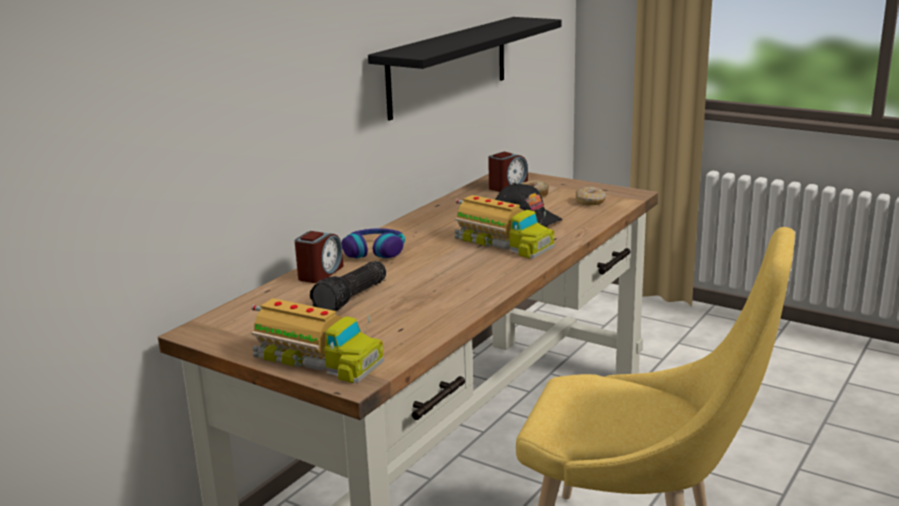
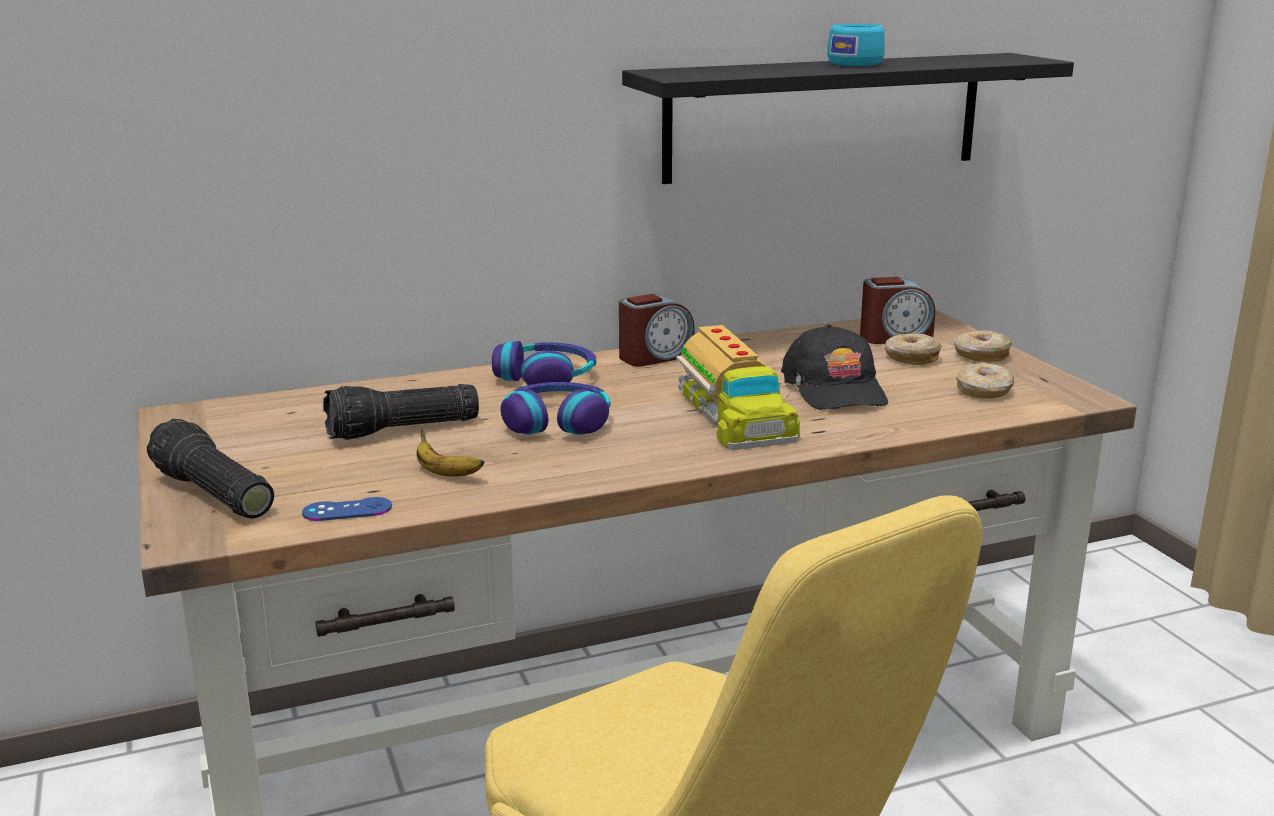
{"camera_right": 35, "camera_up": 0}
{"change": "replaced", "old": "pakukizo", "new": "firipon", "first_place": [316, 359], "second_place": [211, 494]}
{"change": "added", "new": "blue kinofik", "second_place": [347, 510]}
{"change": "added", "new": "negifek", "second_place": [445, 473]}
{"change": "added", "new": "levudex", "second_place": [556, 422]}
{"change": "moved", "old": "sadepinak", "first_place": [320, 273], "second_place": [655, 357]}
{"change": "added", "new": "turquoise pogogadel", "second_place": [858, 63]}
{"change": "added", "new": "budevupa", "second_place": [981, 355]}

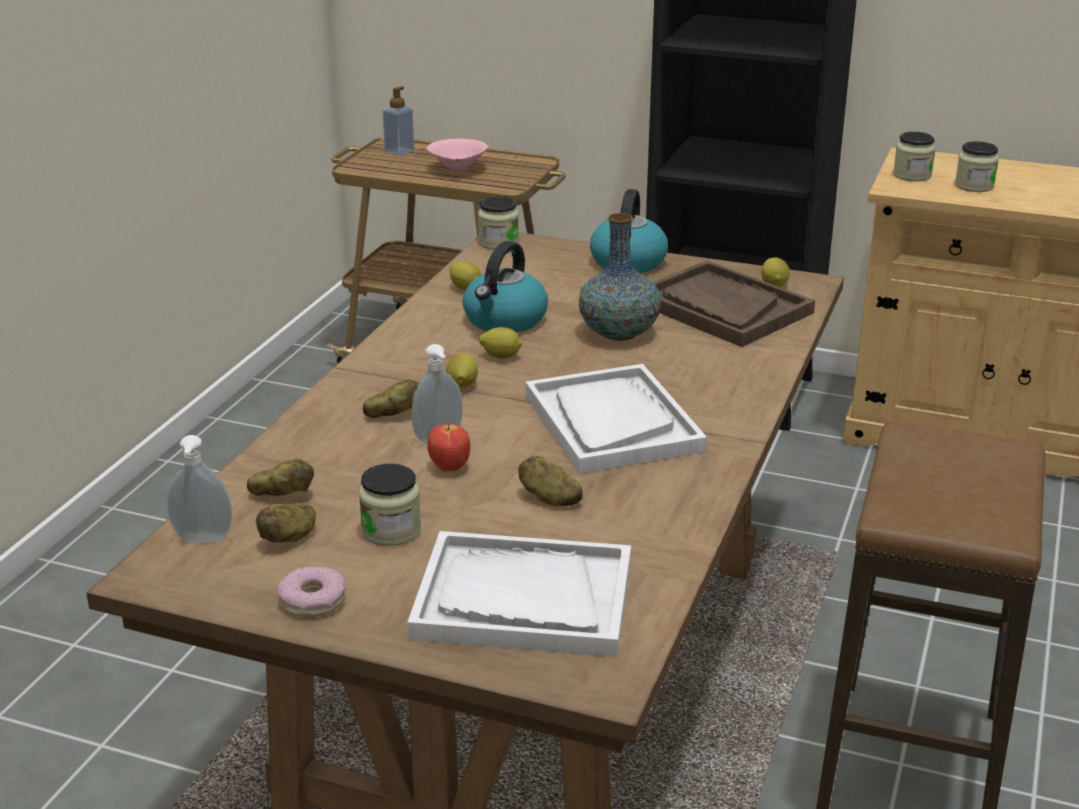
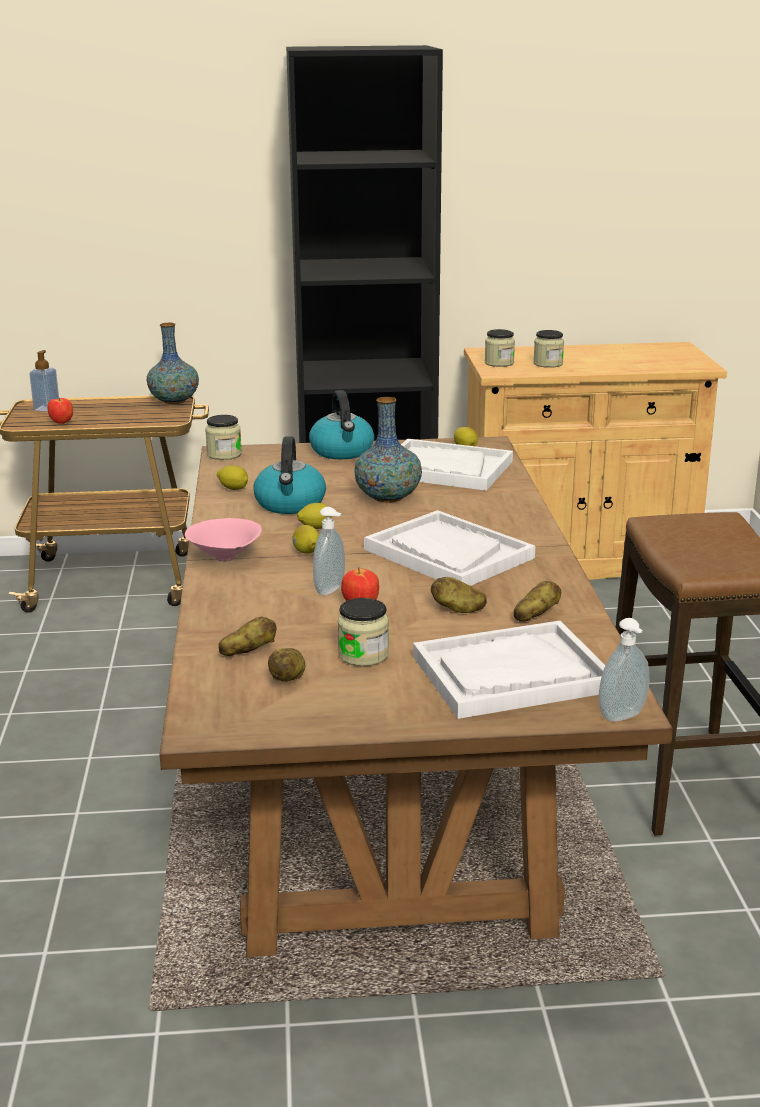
{"camera_right": -25, "camera_up": -5}
{"change": "added", "new": "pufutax", "second_place": [62, 423]}
{"change": "added", "new": "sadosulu", "second_place": [174, 401]}
{"change": "moved", "old": "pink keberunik", "first_place": [457, 170], "second_place": [225, 559]}
{"change": "recoloured", "old": "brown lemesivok", "new": "white lemesivok", "first_place": [722, 307], "second_place": [444, 469]}
{"change": "moved", "old": "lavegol", "first_place": [394, 415], "second_place": [535, 616]}
{"change": "moved", "old": "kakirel", "first_place": [202, 540], "second_place": [623, 717]}
{"change": "removed", "old": "budevupa", "first_place": [312, 600]}

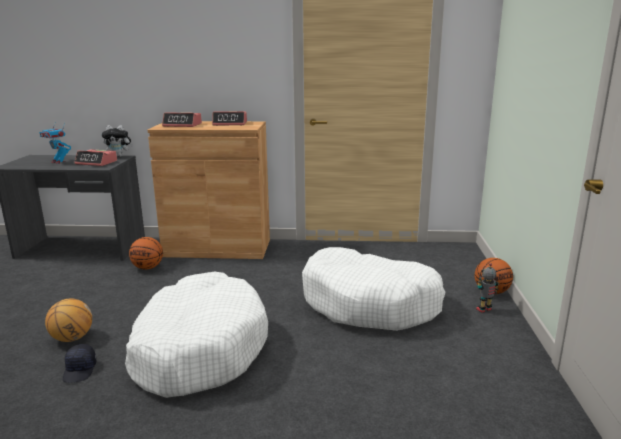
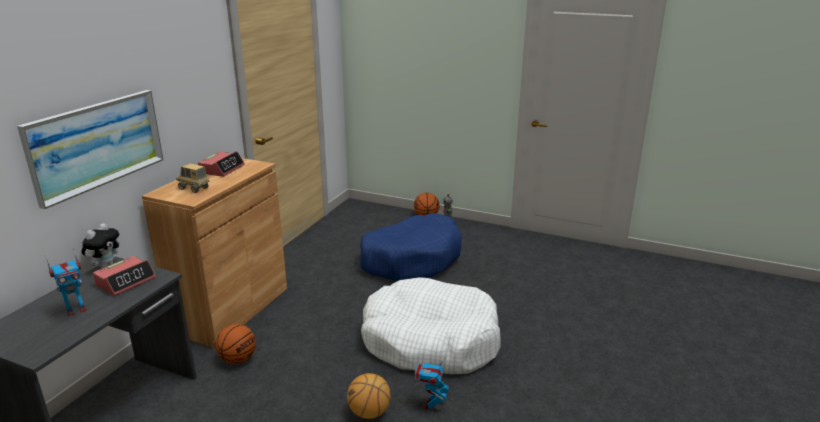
{"camera_right": -70, "camera_up": 5}
{"change": "added", "new": "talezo", "second_place": [96, 144]}
{"change": "replaced", "old": "sadepinak", "new": "pakukizo", "first_place": [182, 125], "second_place": [194, 189]}
{"change": "recoloured", "old": "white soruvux", "new": "blue soruvux", "first_place": [370, 304], "second_place": [411, 259]}
{"change": "replaced", "old": "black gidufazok", "new": "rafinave", "first_place": [80, 370], "second_place": [431, 405]}

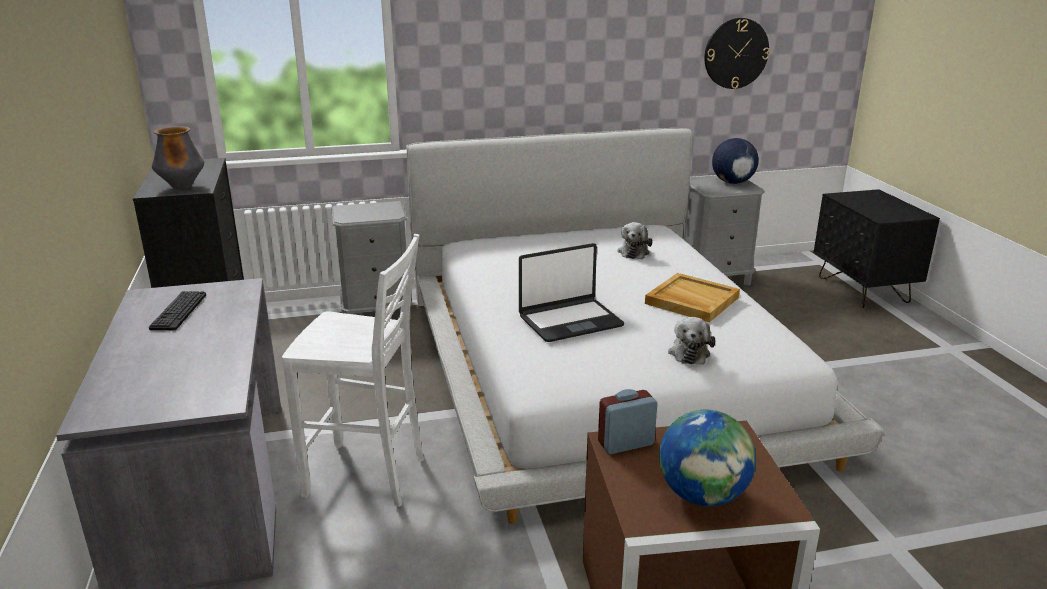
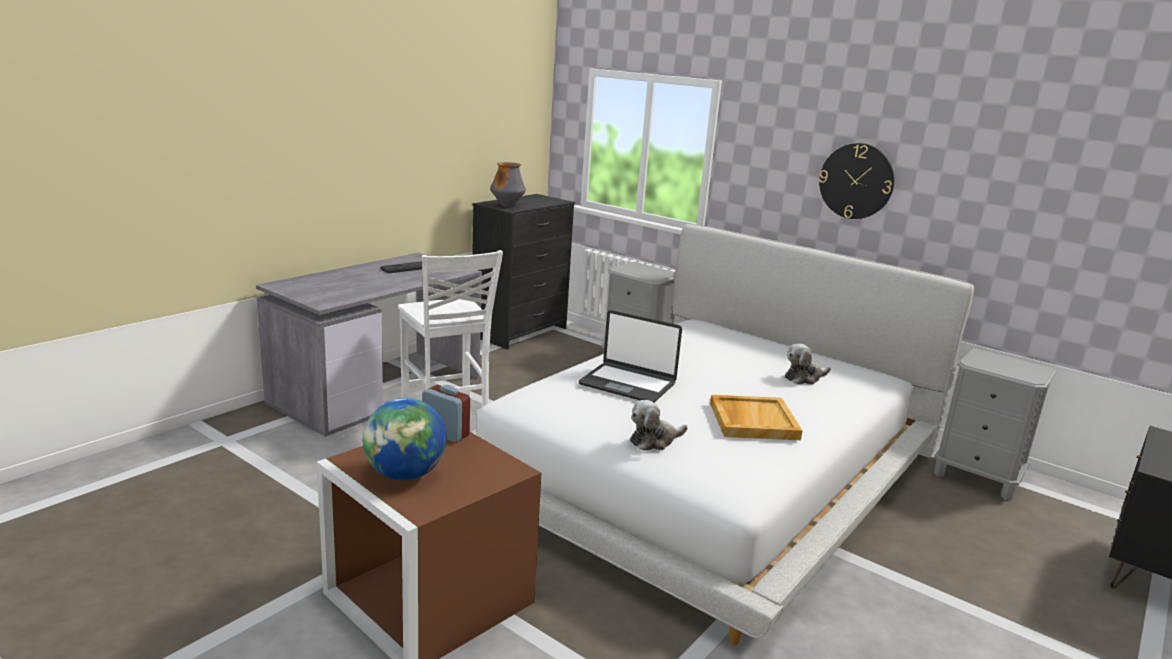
{"camera_right": 50, "camera_up": -5}
{"change": "moved", "old": "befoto", "first_place": [736, 53], "second_place": [856, 181]}
{"change": "removed", "old": "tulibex", "first_place": [732, 182]}

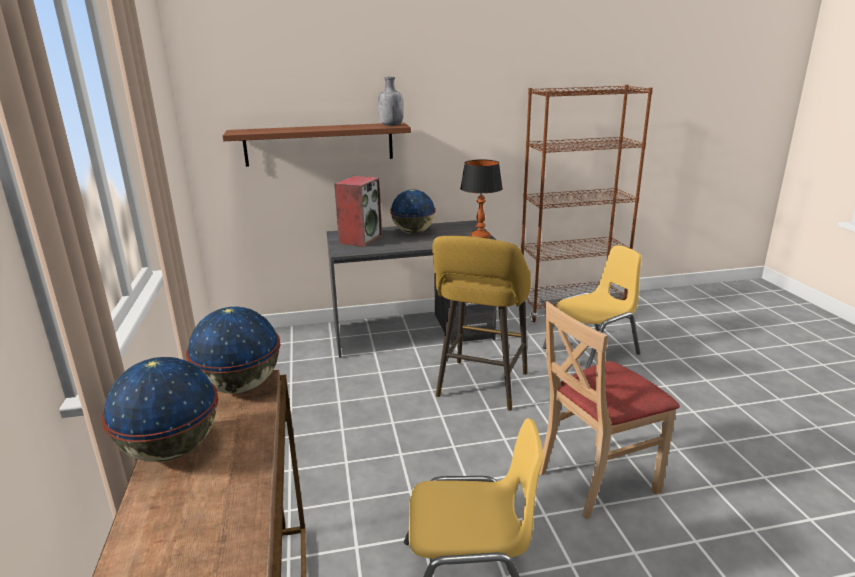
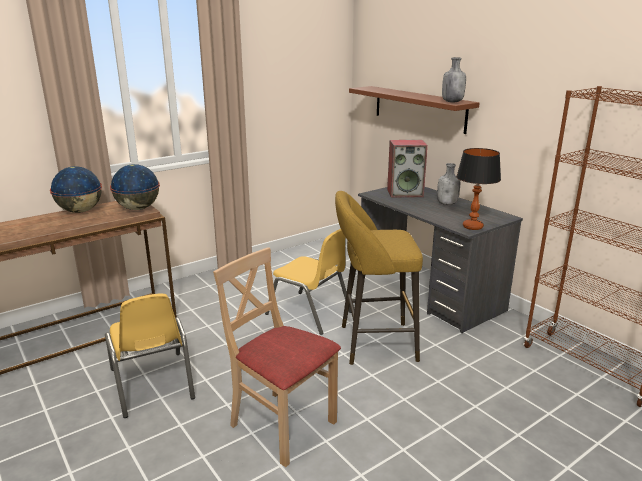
{"camera_right": 65, "camera_up": 0}
{"change": "moved", "old": "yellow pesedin", "first_place": [592, 351], "second_place": [309, 313]}
{"change": "replaced", "old": "tulibex", "new": "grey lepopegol", "first_place": [413, 232], "second_place": [447, 204]}

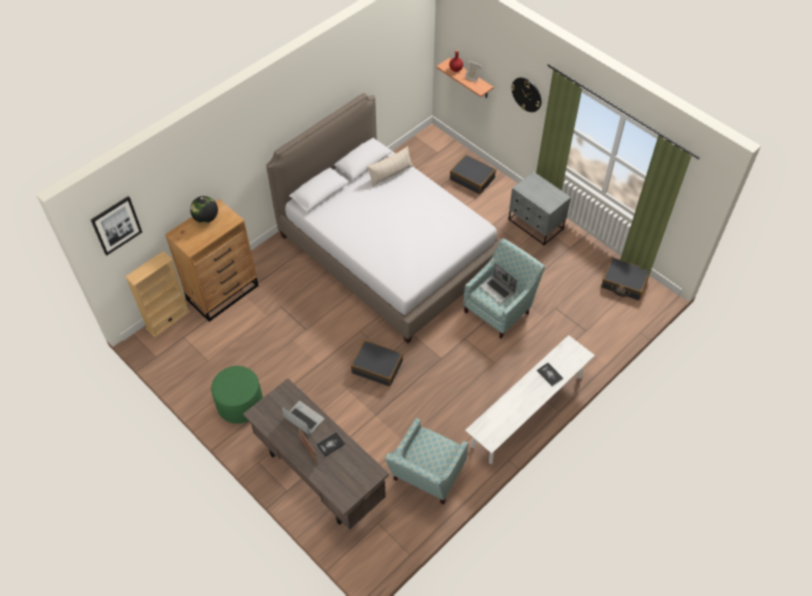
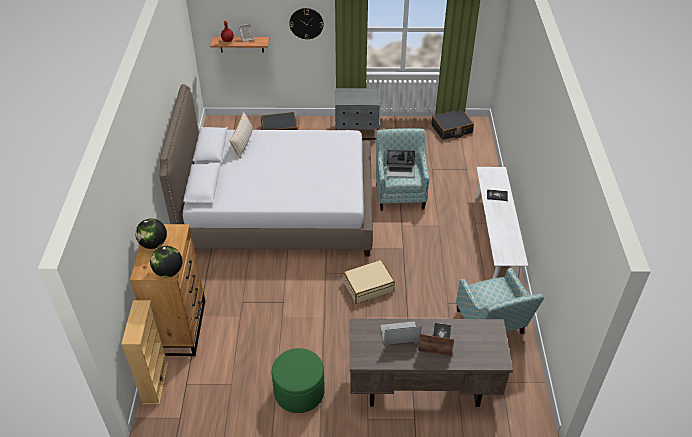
{"camera_right": -45, "camera_up": -10}
{"change": "added", "new": "tulibex", "second_place": [168, 272]}
{"change": "recoloured", "old": "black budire", "new": "beige budire", "first_place": [377, 367], "second_place": [368, 286]}
{"change": "removed", "old": "talezo", "first_place": [116, 225]}

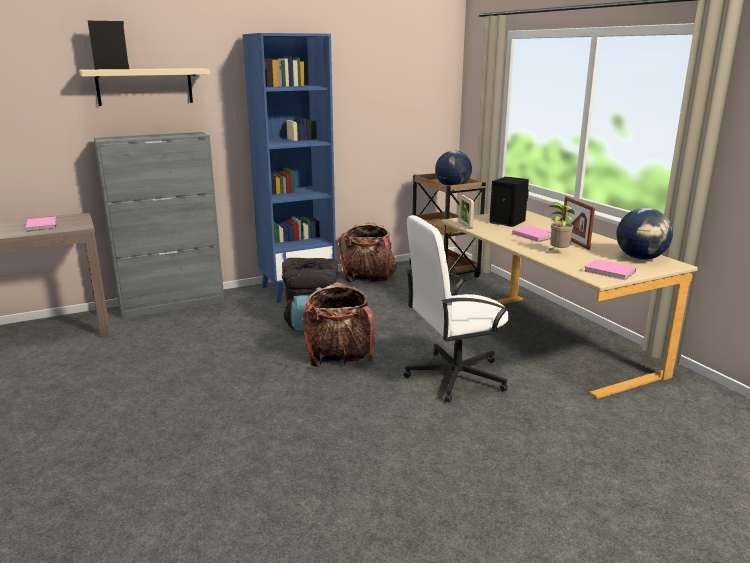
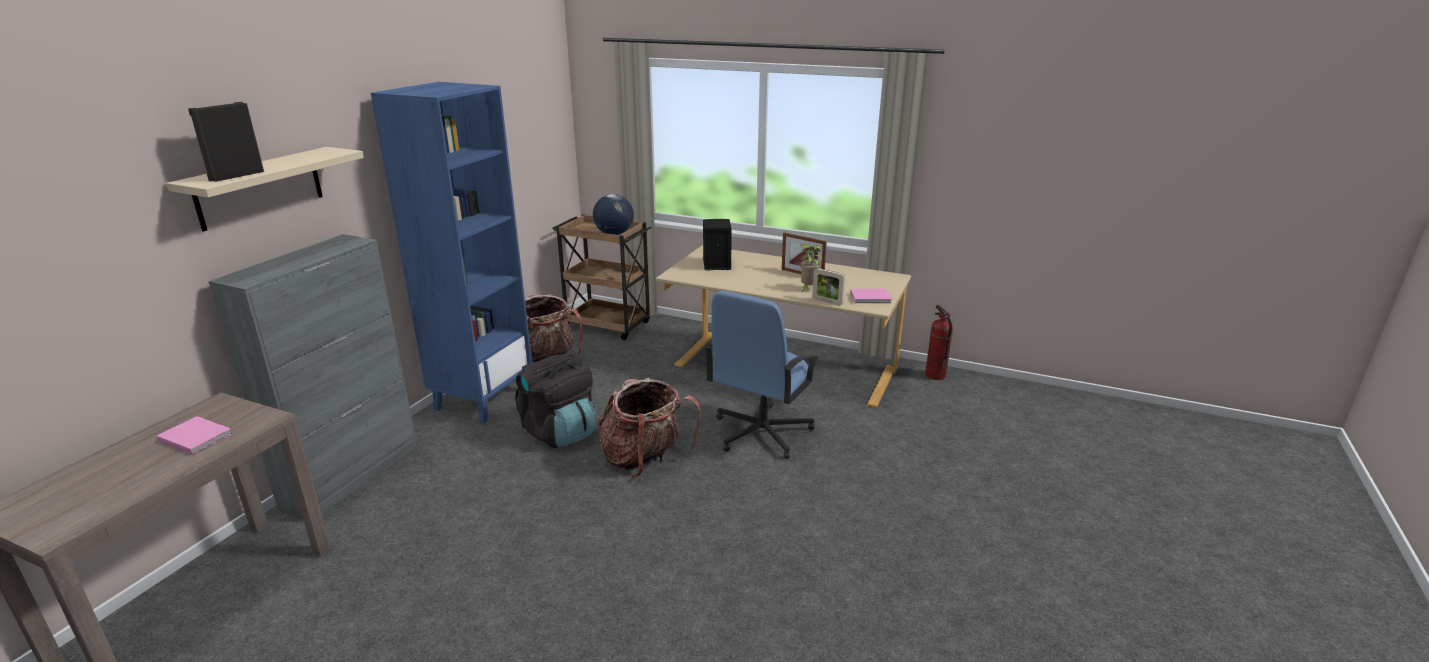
{"camera_right": -40, "camera_up": 5}
{"change": "recoloured", "old": "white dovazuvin", "new": "blue dovazuvin", "first_place": [454, 376], "second_place": [760, 433]}
{"change": "moved", "old": "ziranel", "first_place": [465, 226], "second_place": [827, 301]}
{"change": "added", "new": "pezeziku", "second_place": [934, 375]}
{"change": "removed", "old": "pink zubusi", "first_place": [533, 235]}
{"change": "removed", "old": "tulibex", "first_place": [640, 258]}

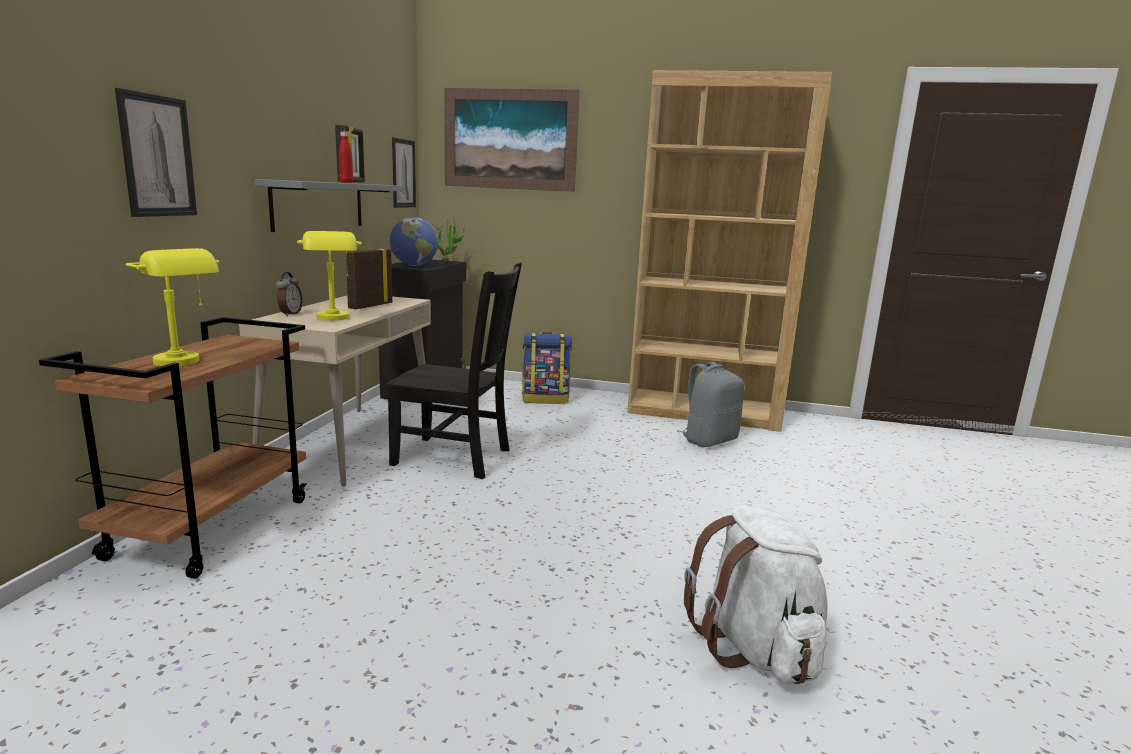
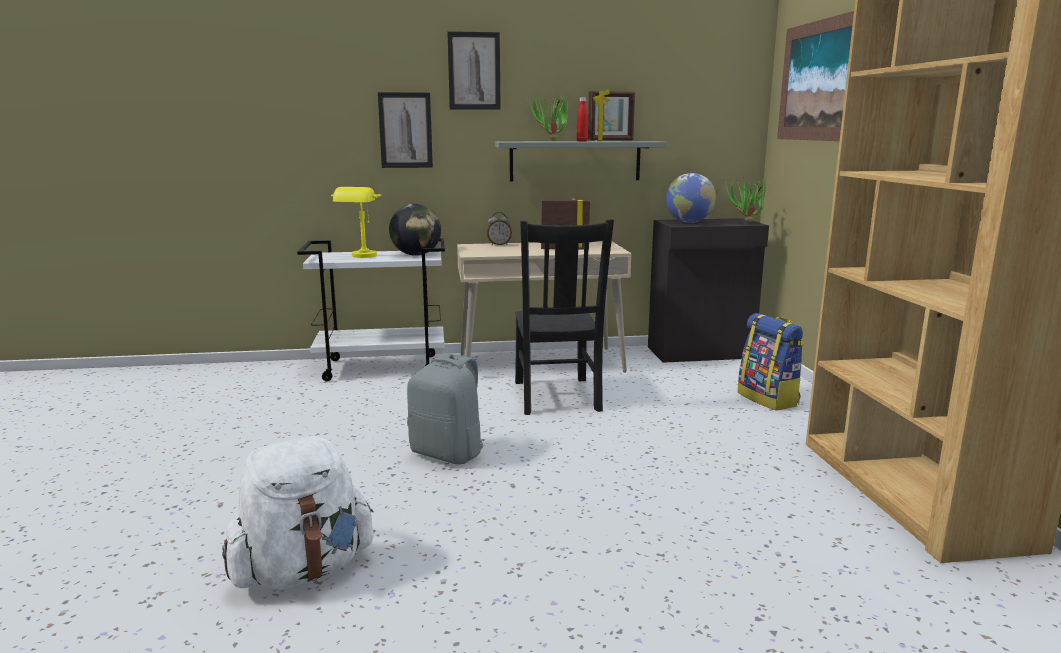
{"camera_right": 70, "camera_up": 0}
{"change": "recoloured", "old": "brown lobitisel", "new": "white lobitisel", "first_place": [211, 527], "second_place": [383, 367]}
{"change": "added", "new": "tulibex", "second_place": [416, 255]}
{"change": "moved", "old": "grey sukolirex", "first_place": [709, 440], "second_place": [448, 453]}
{"change": "moved", "old": "talezo", "first_place": [403, 173], "second_place": [474, 71]}
{"change": "added", "new": "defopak", "second_place": [550, 141]}
{"change": "removed", "old": "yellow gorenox", "first_place": [334, 319]}

